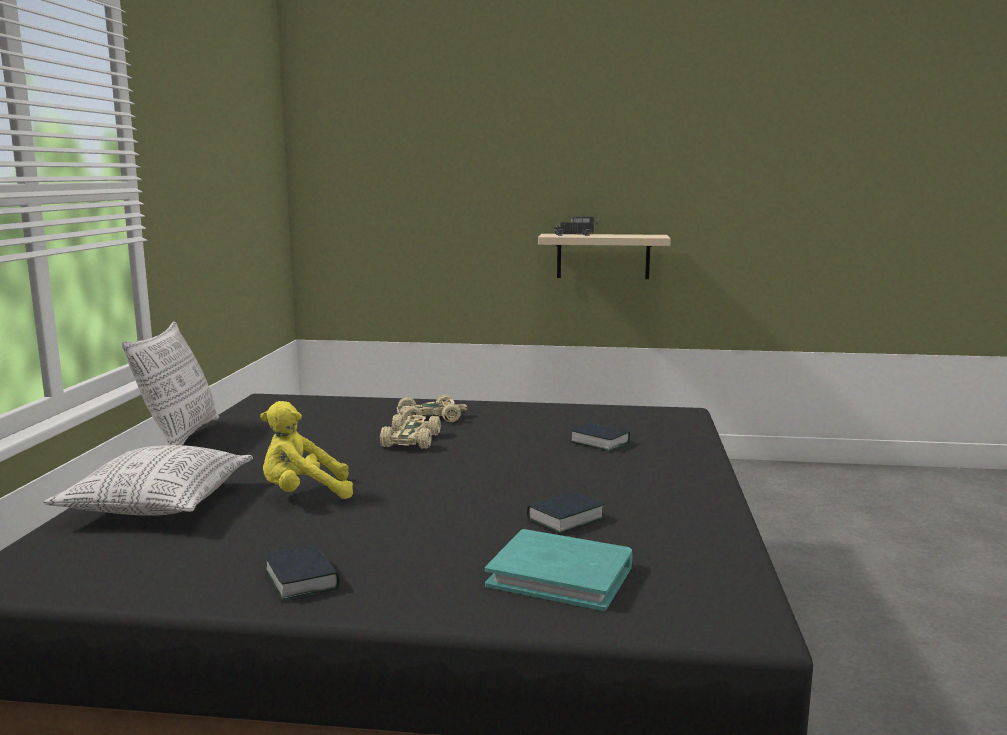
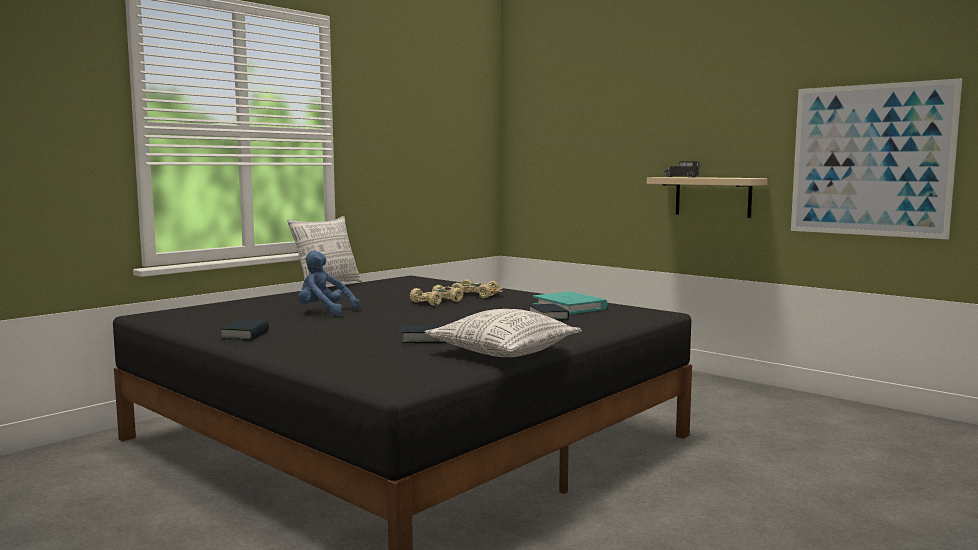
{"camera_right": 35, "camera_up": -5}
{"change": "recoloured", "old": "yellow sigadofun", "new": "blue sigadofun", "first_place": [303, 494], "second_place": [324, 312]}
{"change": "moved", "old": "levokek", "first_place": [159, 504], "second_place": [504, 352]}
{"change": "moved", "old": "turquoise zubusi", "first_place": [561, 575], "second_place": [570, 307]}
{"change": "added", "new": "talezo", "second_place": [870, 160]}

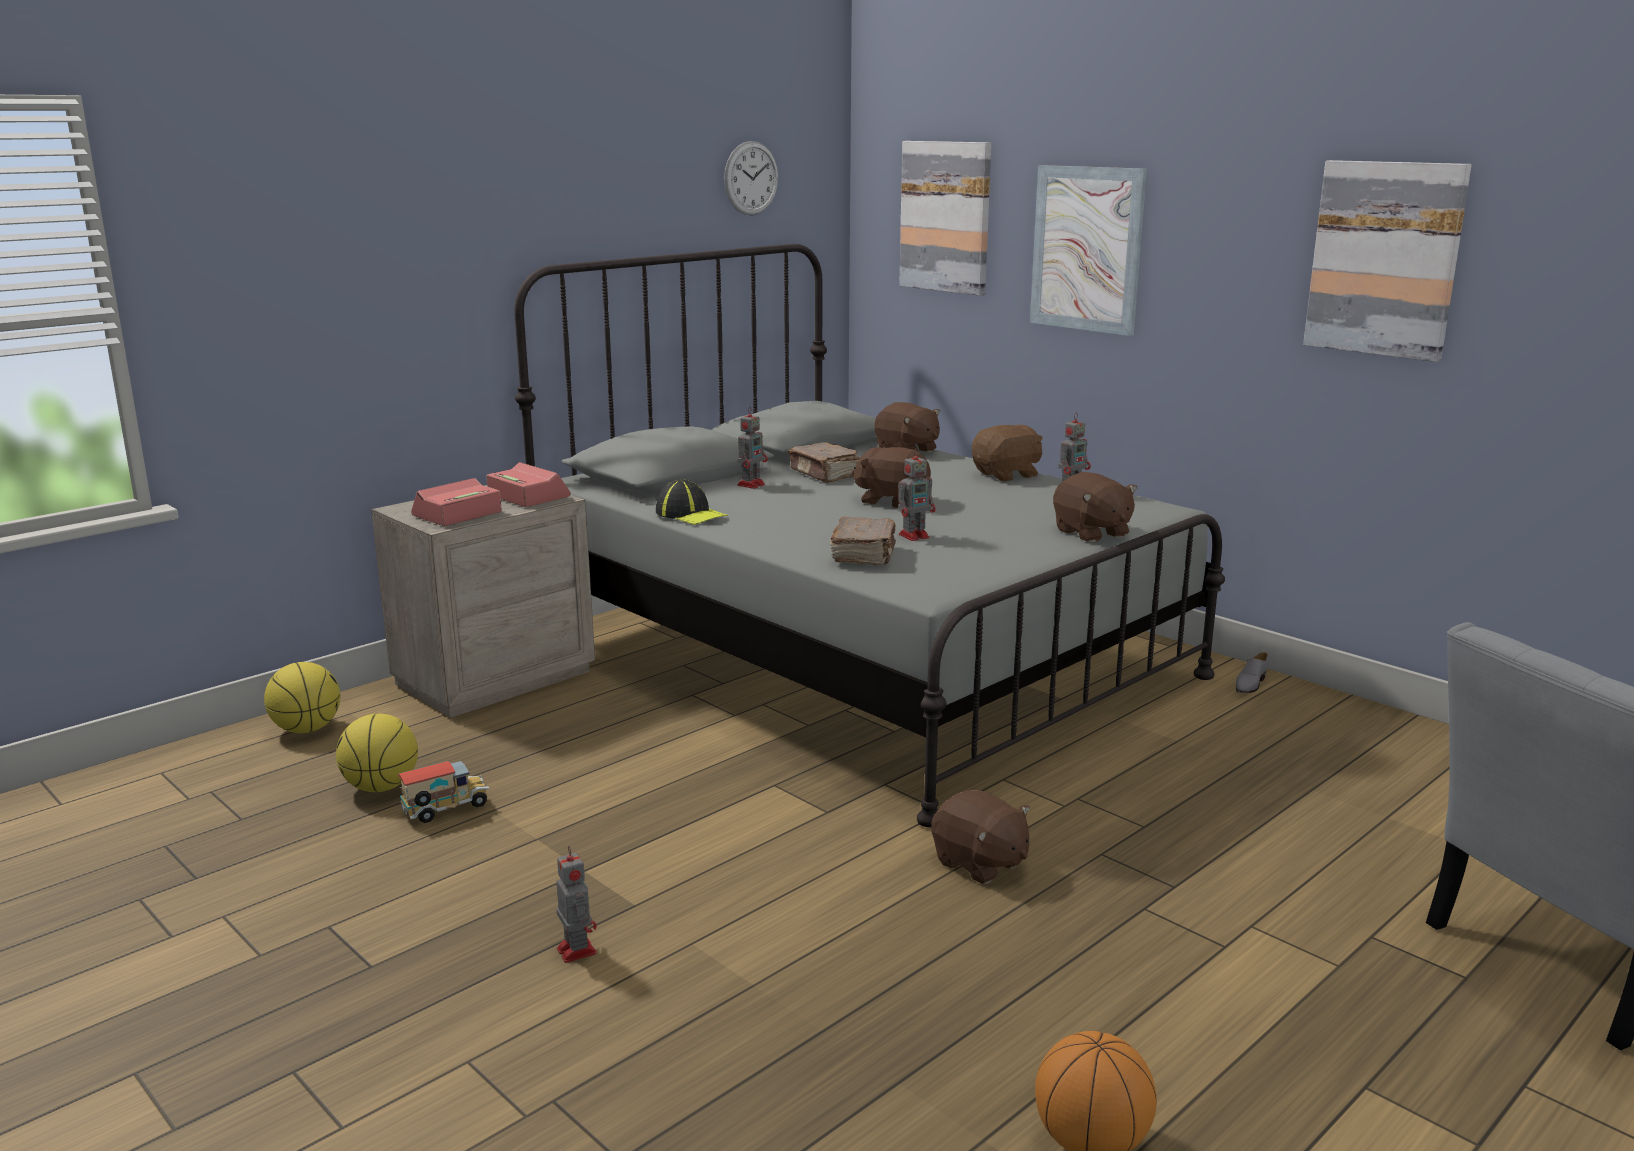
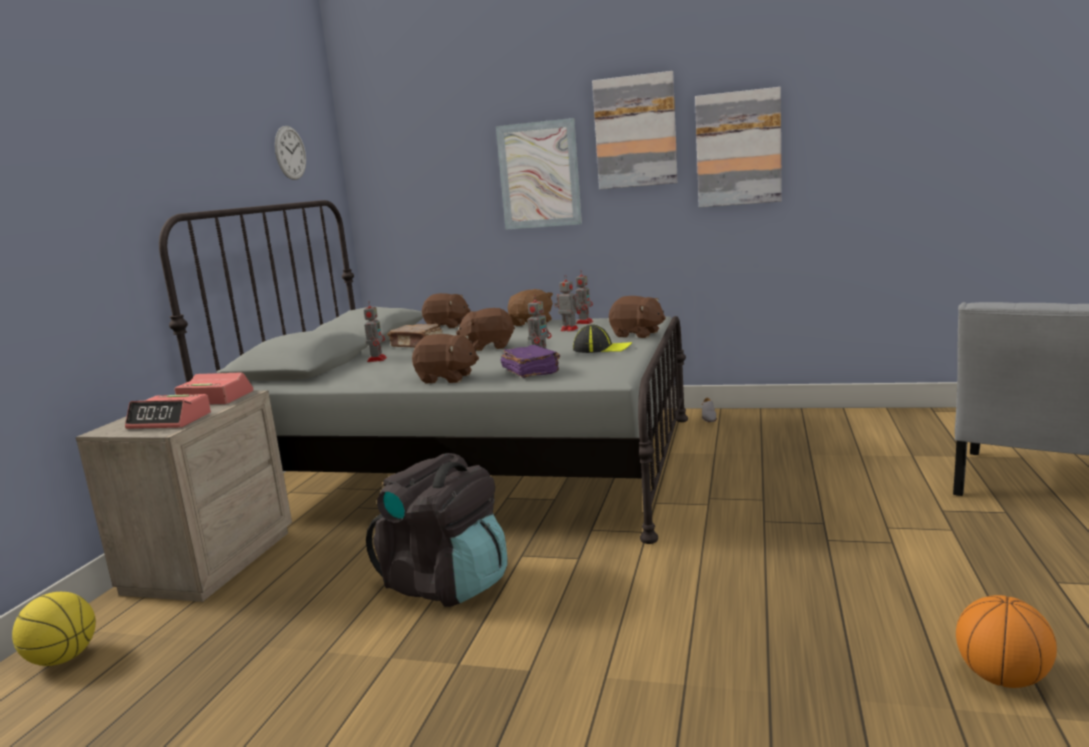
{"camera_right": -30, "camera_up": -5}
{"change": "turned", "old": "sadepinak", "first_place": [457, 514], "second_place": [170, 421], "degrees": -90}
{"change": "added", "new": "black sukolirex", "second_place": [446, 584]}
{"change": "moved", "old": "brown sigadofun", "first_place": [979, 863], "second_place": [447, 378]}
{"change": "recoloured", "old": "brown zubusi", "new": "purple zubusi", "first_place": [864, 556], "second_place": [531, 372]}
{"change": "moved", "old": "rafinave", "first_place": [576, 950], "second_place": [568, 329]}
{"change": "moved", "old": "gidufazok", "first_place": [691, 514], "second_place": [602, 348]}
{"change": "moved", "old": "talezo", "first_place": [946, 217], "second_place": [635, 132]}
{"change": "removed", "old": "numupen", "first_place": [381, 787]}
{"change": "removed", "old": "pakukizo", "first_place": [446, 810]}

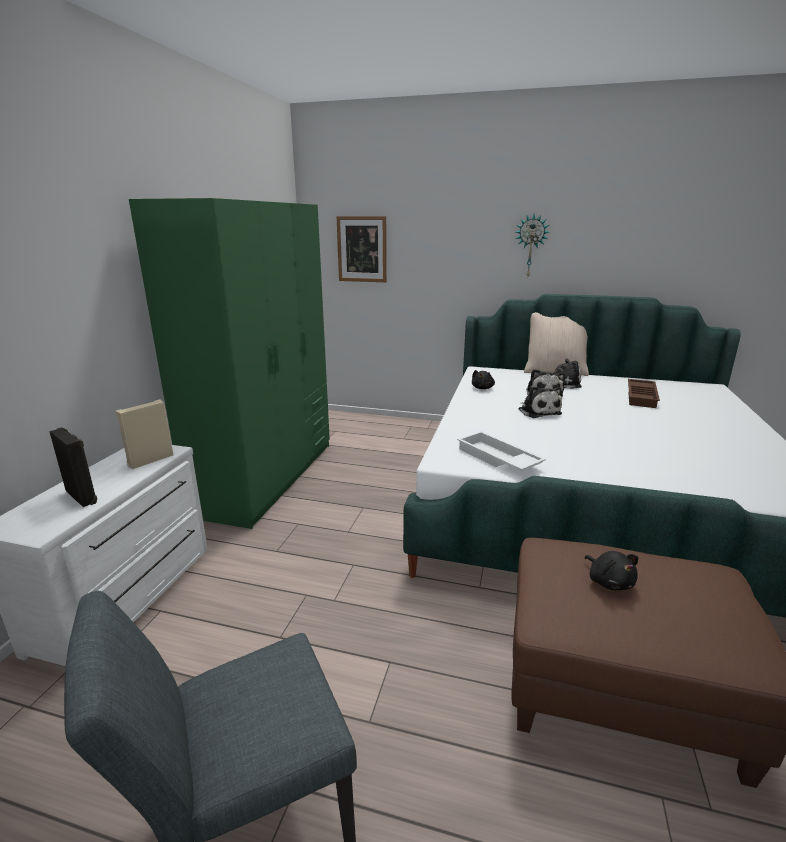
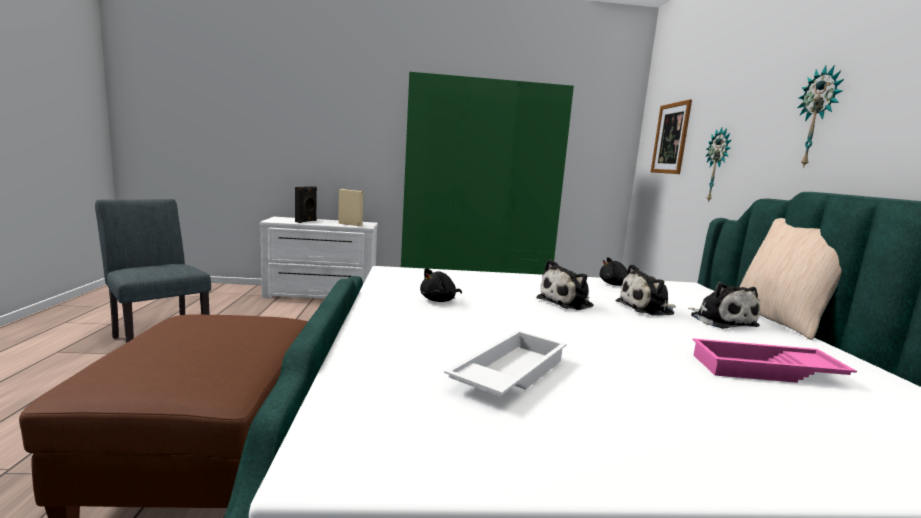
{"camera_right": 70, "camera_up": -10}
{"change": "moved", "old": "black sigadofun", "first_place": [609, 581], "second_place": [439, 300]}
{"change": "moved", "old": "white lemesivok", "first_place": [497, 459], "second_place": [508, 373]}
{"change": "recoloured", "old": "brown lemesivok", "new": "pink lemesivok", "first_place": [642, 397], "second_place": [765, 371]}
{"change": "added", "new": "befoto", "second_place": [718, 165]}

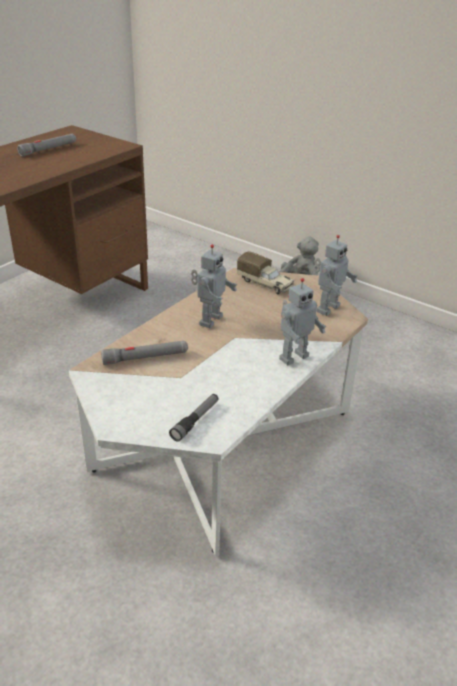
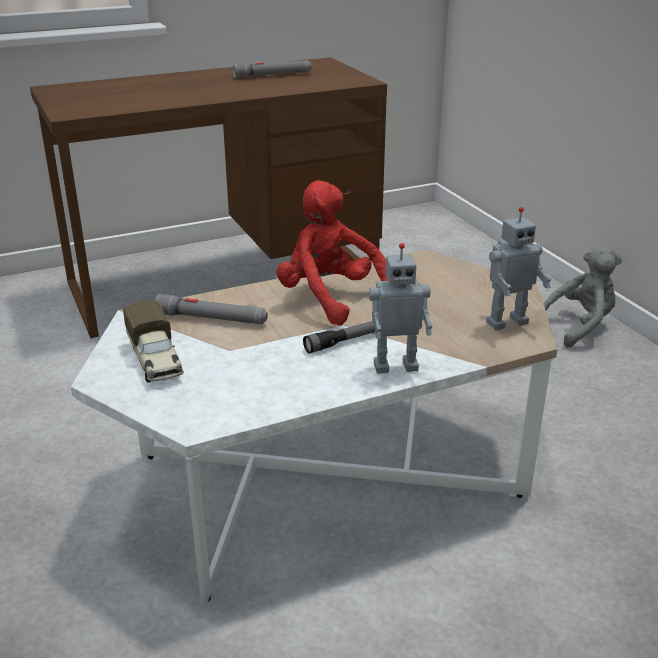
{"camera_right": 30, "camera_up": -5}
{"change": "moved", "old": "pakukizo", "first_place": [265, 284], "second_place": [156, 361]}
{"change": "replaced", "old": "rafinave", "new": "red sigadofun", "first_place": [209, 320], "second_place": [330, 298]}
{"change": "moved", "old": "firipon", "first_place": [195, 421], "second_place": [345, 342]}

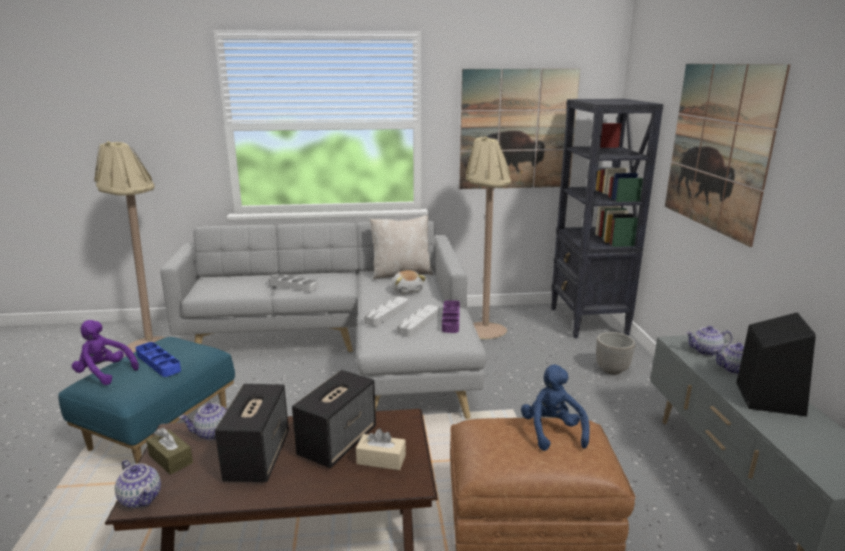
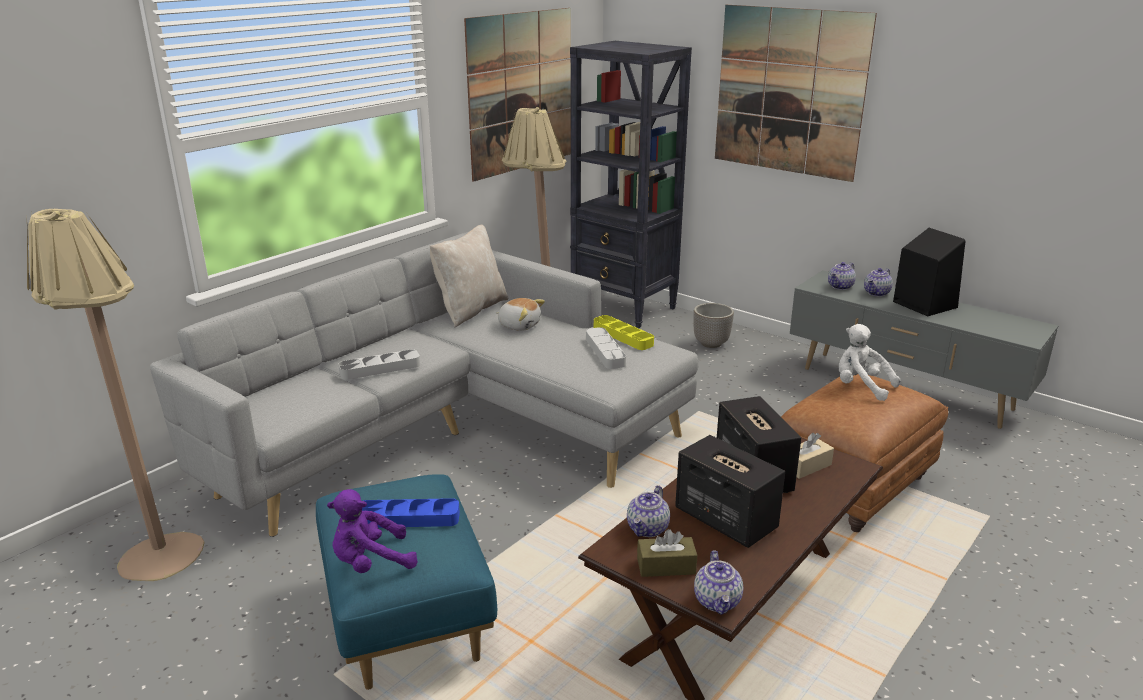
{"camera_right": -45, "camera_up": 5}
{"change": "recoloured", "old": "purple lemesivok", "new": "yellow lemesivok", "first_place": [451, 319], "second_place": [623, 336]}
{"change": "turned", "old": "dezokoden", "first_place": [141, 498], "second_place": [718, 601], "degrees": 90}
{"change": "recoloured", "old": "blue sigadofun", "new": "white sigadofun", "first_place": [552, 431], "second_place": [861, 387]}
{"change": "removed", "old": "grey lemesivok", "first_place": [387, 314]}

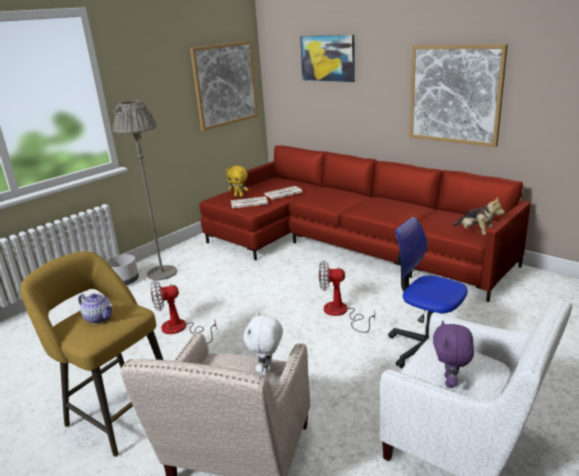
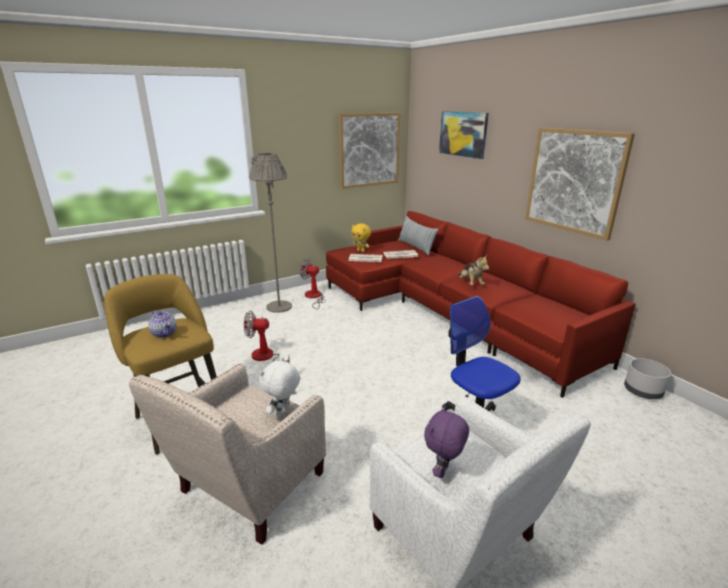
{"camera_right": 15, "camera_up": 0}
{"change": "moved", "old": "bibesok", "first_place": [341, 313], "second_place": [314, 297]}
{"change": "added", "new": "levokek", "second_place": [416, 247]}
{"change": "moved", "old": "sigadofun", "first_place": [476, 233], "second_place": [470, 283]}
{"change": "moved", "old": "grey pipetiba", "first_place": [125, 281], "second_place": [643, 391]}

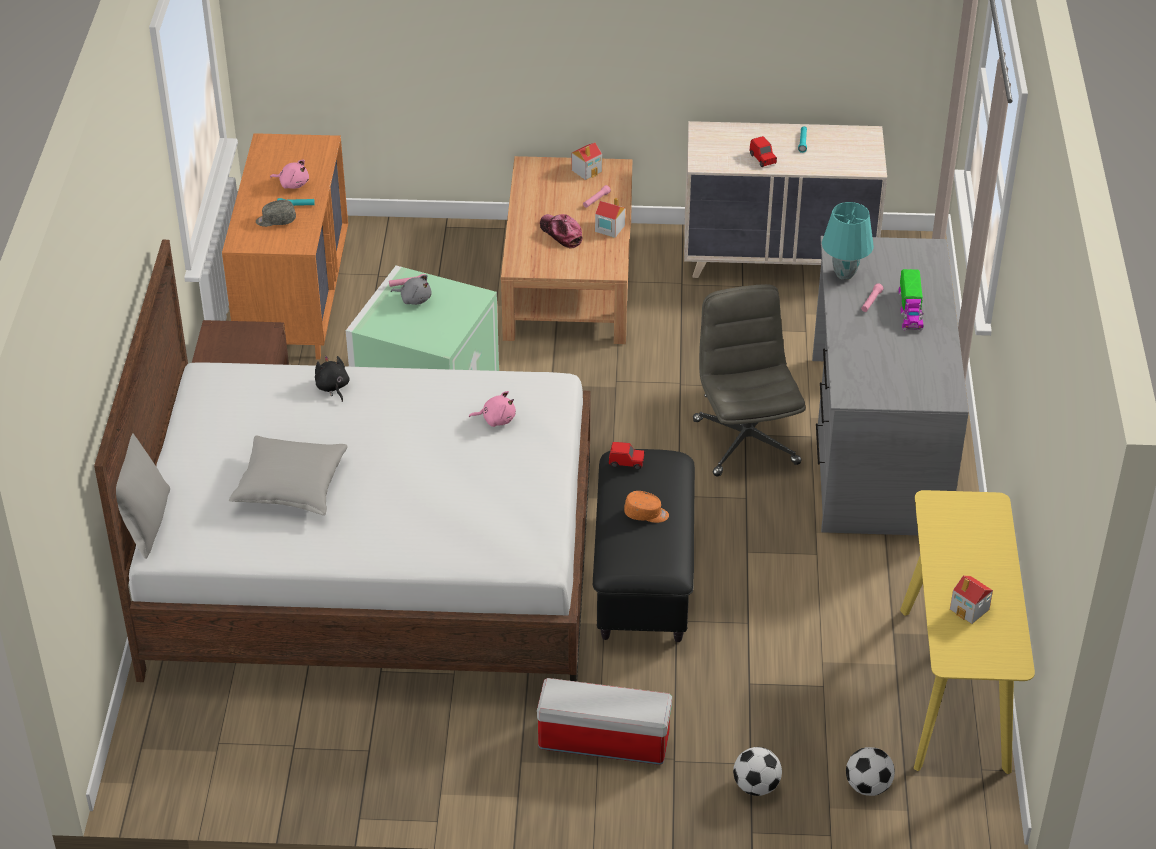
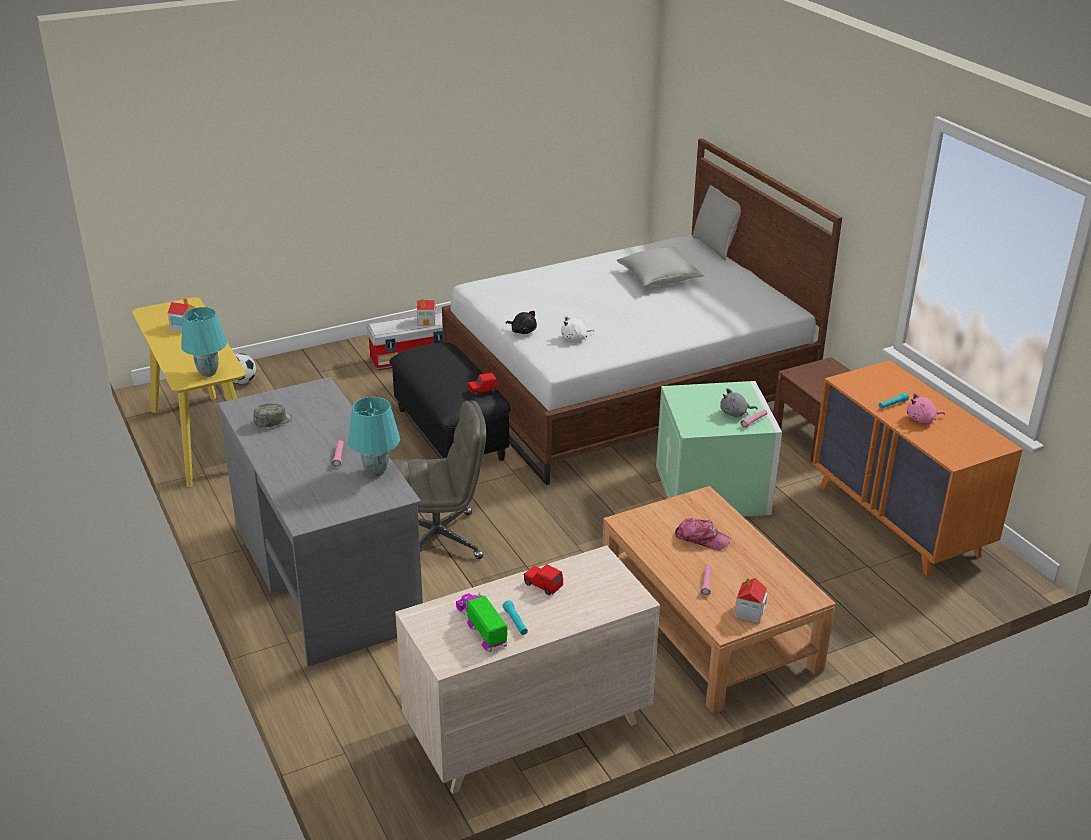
{"camera_right": 150, "camera_up": -10}
{"change": "added", "new": "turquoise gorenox", "second_place": [209, 373]}
{"change": "moved", "old": "grey gidufazok", "first_place": [276, 220], "second_place": [273, 422]}
{"change": "turned", "old": "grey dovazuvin", "first_place": [745, 441], "second_place": [438, 539], "degrees": -60}
{"change": "moved", "old": "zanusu", "first_place": [609, 228], "second_place": [427, 321]}
{"change": "moved", "old": "pakukizo", "first_place": [910, 309], "second_place": [481, 627]}
{"change": "moved", "old": "black sigadofun", "first_place": [332, 387], "second_place": [522, 331]}
{"change": "recoloured", "old": "pink sigadofun", "new": "white sigadofun", "first_place": [496, 419], "second_place": [575, 338]}
{"change": "removed", "old": "orange gidufazok", "first_place": [646, 514]}
{"change": "removed", "old": "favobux", "first_place": [756, 786]}

